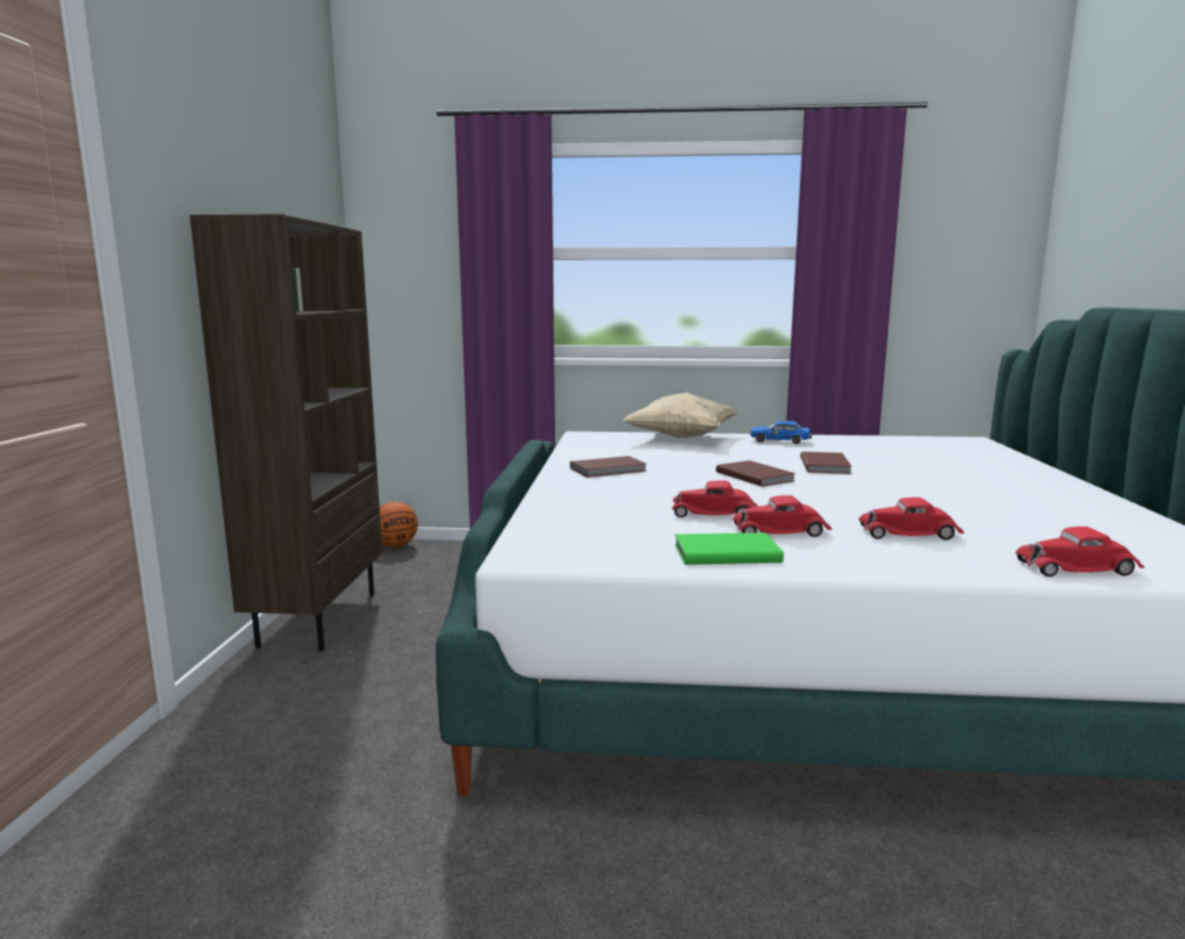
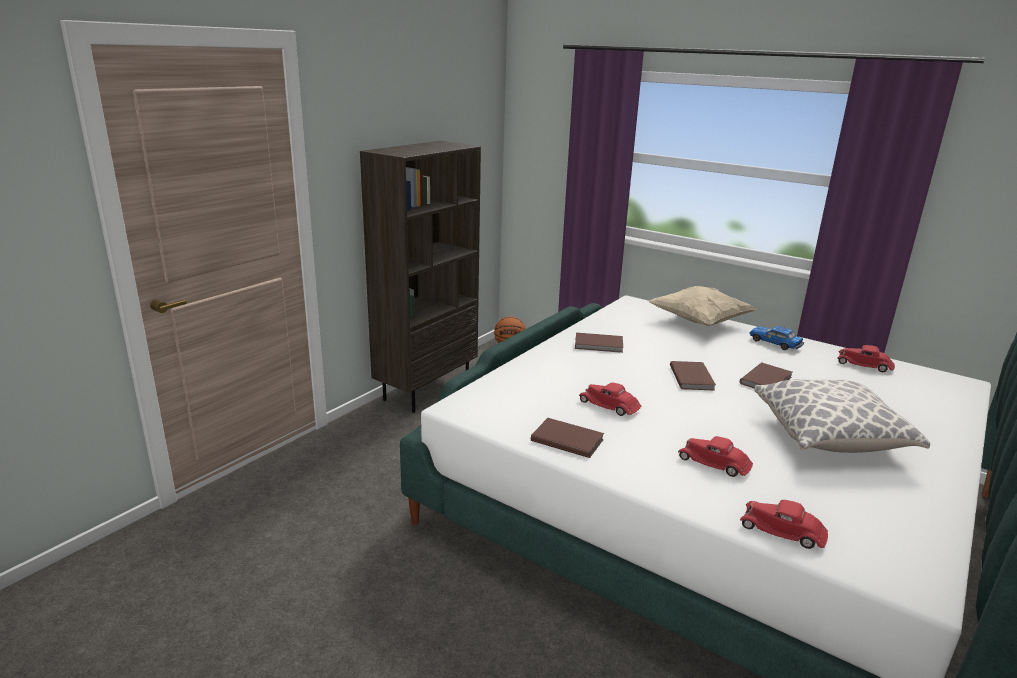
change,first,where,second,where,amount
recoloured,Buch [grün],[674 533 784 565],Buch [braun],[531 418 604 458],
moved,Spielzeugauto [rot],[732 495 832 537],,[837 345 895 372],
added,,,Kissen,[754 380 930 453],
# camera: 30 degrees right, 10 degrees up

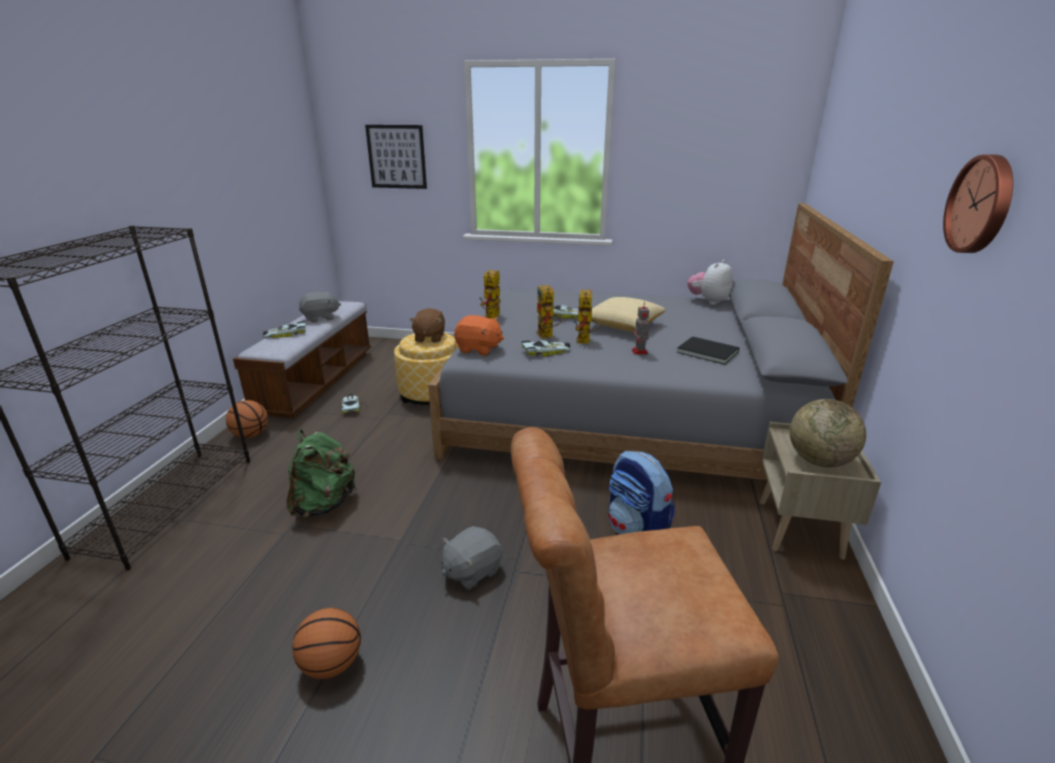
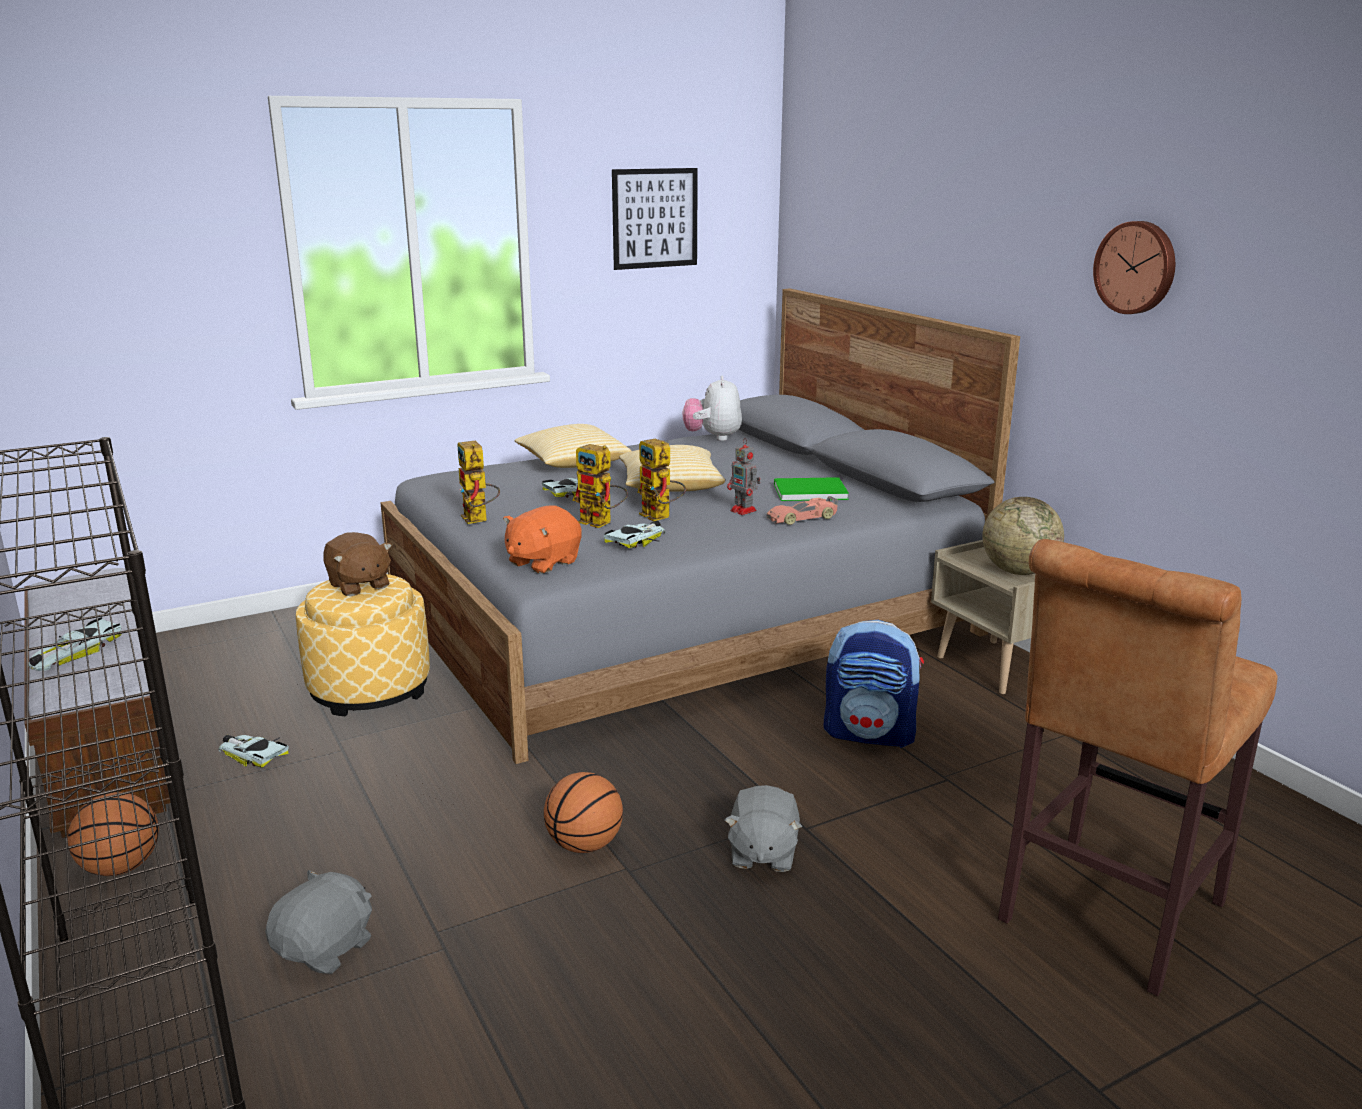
change,first,where,second,where,amount
removed,Rucksack [grün],[287 429 357 519],,,
moved,Basketball,[292 608 361 679],,[544 772 623 853],
moved,Plüschtier [grau],[299 291 341 323],,[265 870 372 974],
moved,Bild,[365 125 427 189],,[612 168 698 270],
turned,Plüschtier [orange],[454 315 504 356],,[503 505 582 574],150 degrees clockwise
recoloured,Buch [schwarz],[677 336 739 365],Buch [grün],[774 477 849 501],
added,,,Kissen,[514 424 631 468],
added,,,Spielzeugauto,[767 496 838 525],
# camera: 40 degrees left, 5 degrees down

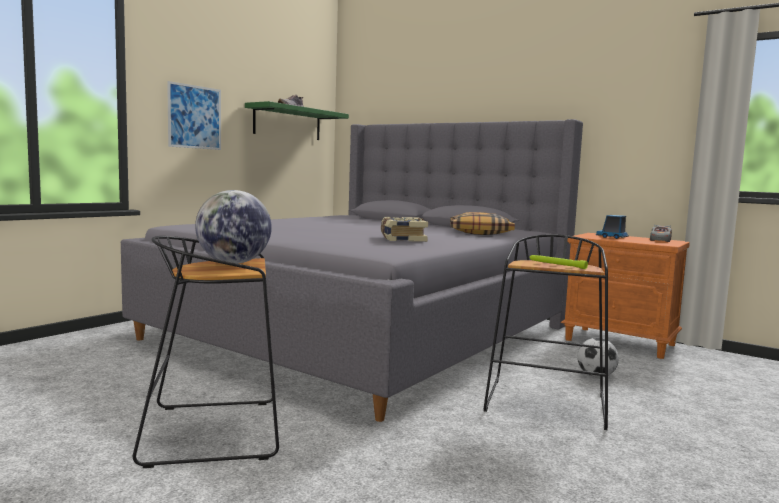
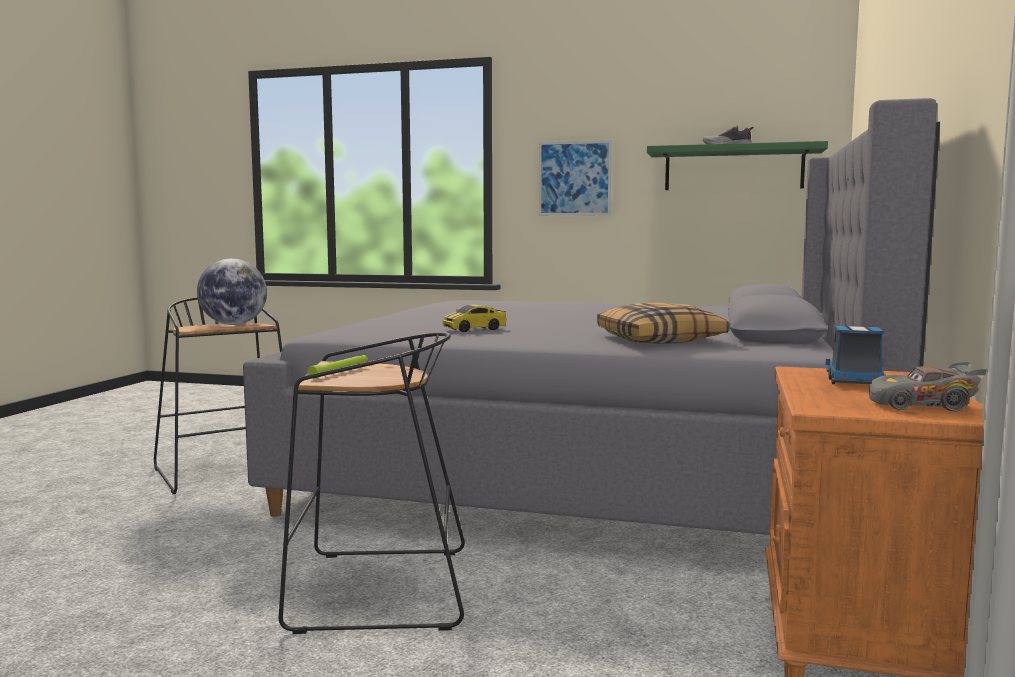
change,first,where,second,where,amount
replaced,Buch,[381 217 428 242],Spielzeugauto,[442 305 507 332],
removed,Fußball,[577 338 619 378],,,
# camera: 70 degrees right, 0 degrees up

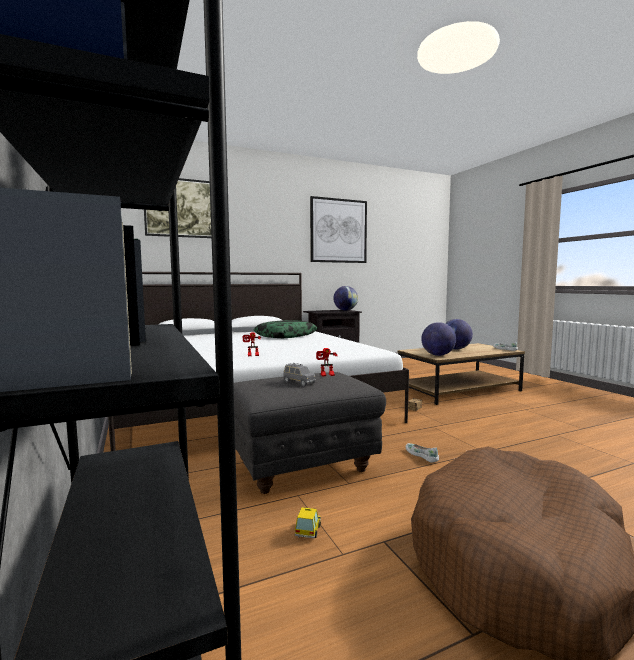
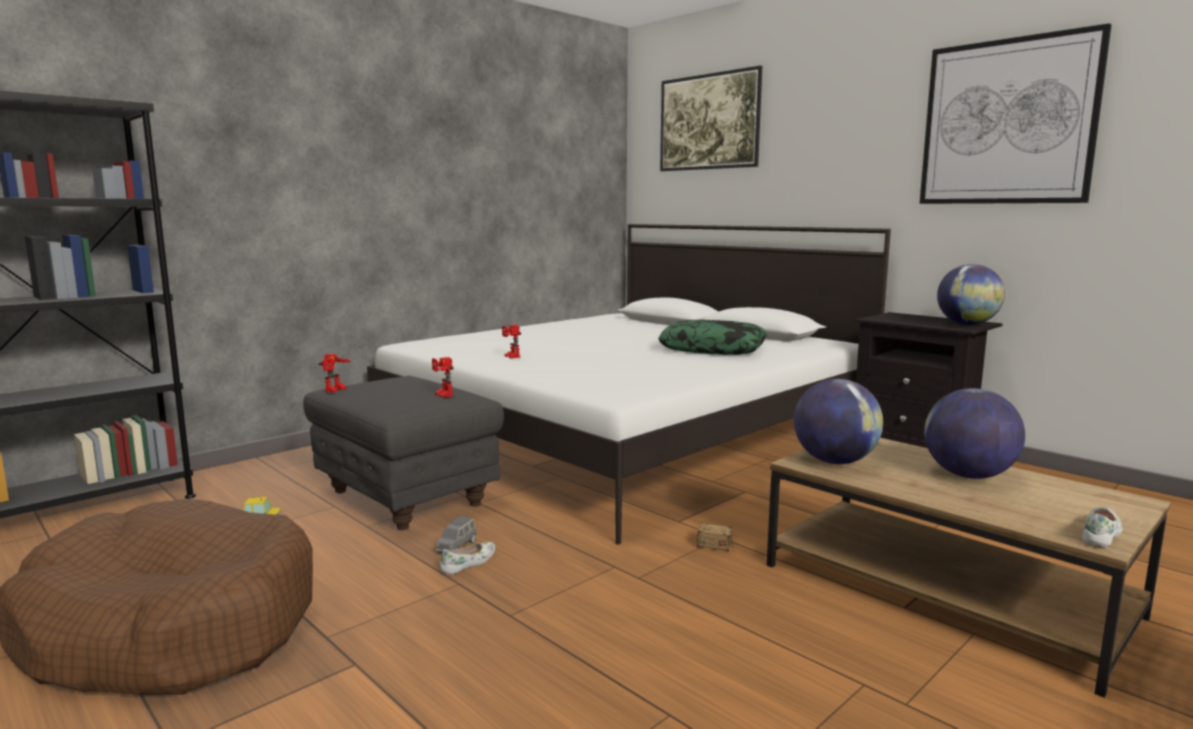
change,first,where,second,where,amount
moved,Spielzeugauto [grau],[284 363 316 386],,[436 515 477 554],
added,,,Spielzeugroboter,[319 353 351 392],
# camera: 70 degrees right, 5 degrees up

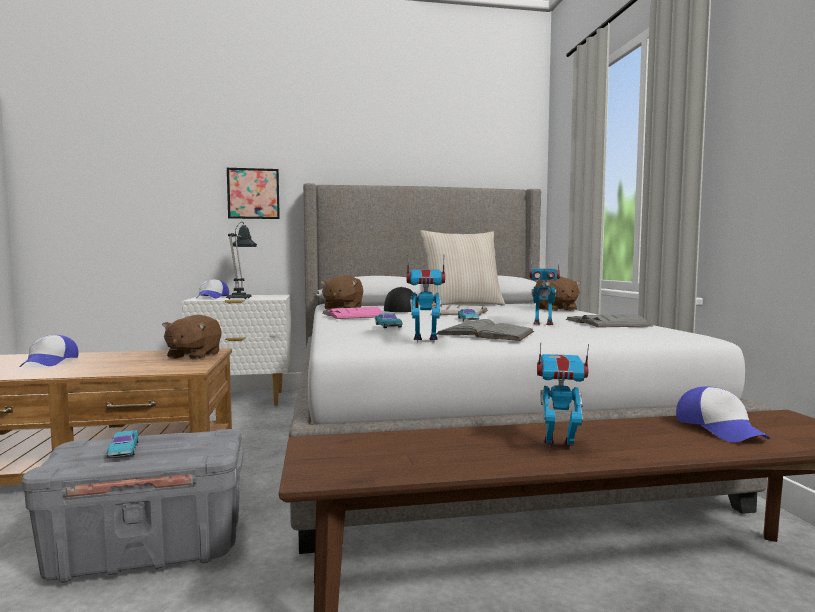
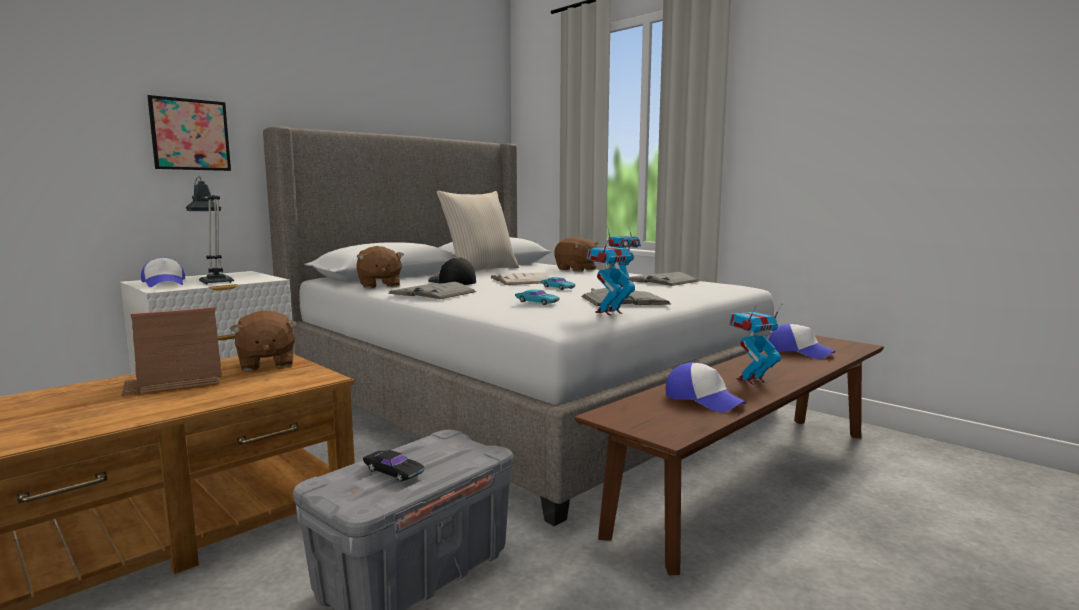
change,first,where,second,where,amount
moved,Kappe,[20 335 78 367],,[665 362 747 412],
recoloured,Spielzeugauto [türkis],[107 430 139 458],Spielzeugauto [schwarz],[363 450 425 482],
recoloured,Buch [rosa],[323 307 383 319],Buch [grau],[388 282 476 299],
added,,,Spielzeughaus,[121 307 222 396],
# camera: 35 degrees left, 5 degrees up

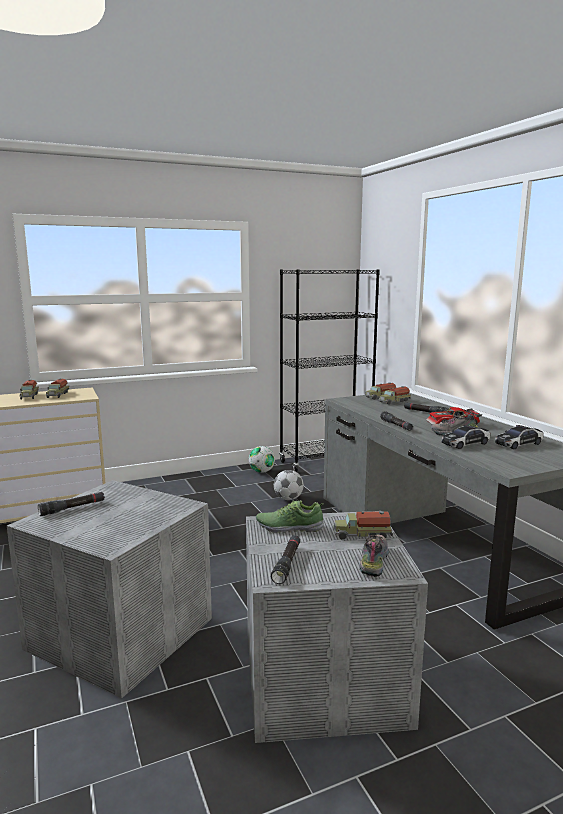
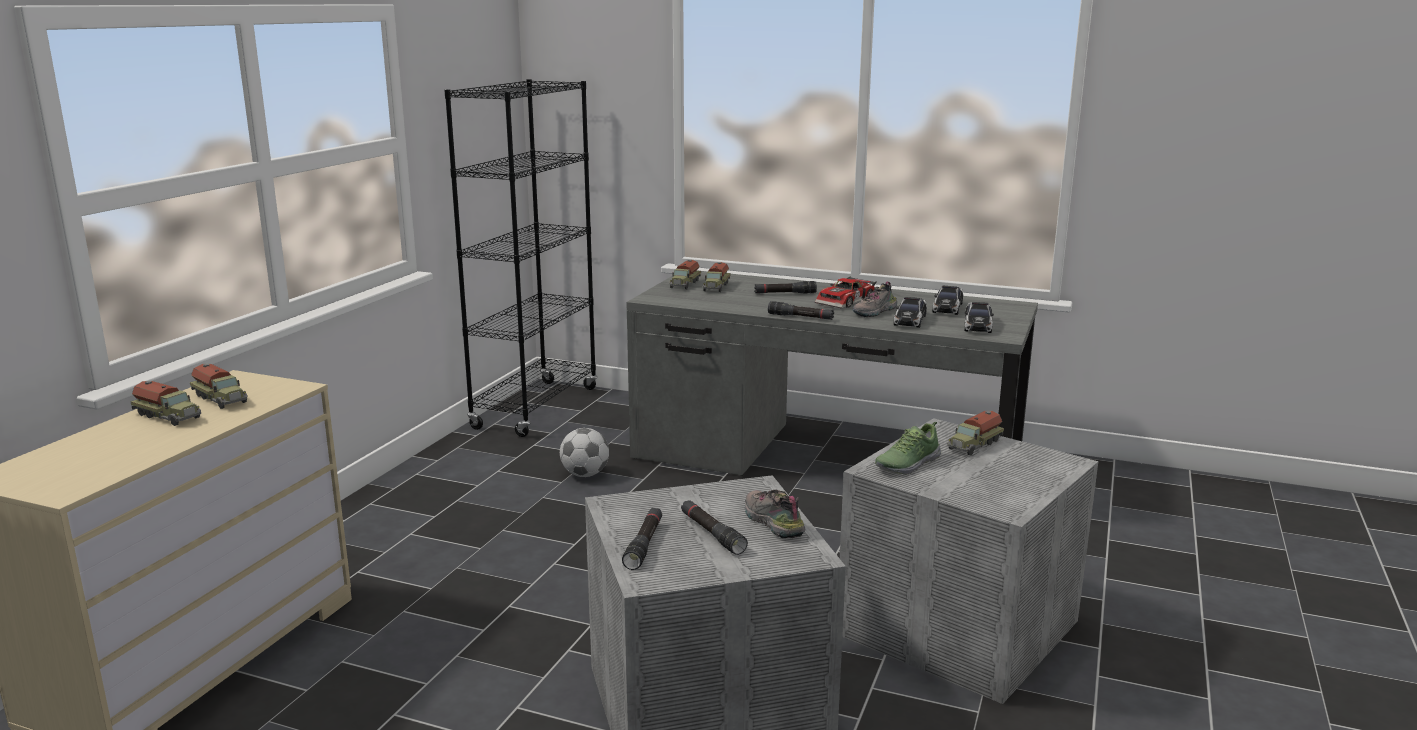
change,first,where,second,where,amount
removed,Fußball,[249 446 275 473],,,
moved,Taschenlampe [schwarz],[271 535 300 584],,[681 500 748 555],
moved,Schuh,[359 535 389 577],,[745 490 805 538],
added,,,Spielzeugauto,[964 302 994 333],
# camera: 45 degrees left, 5 degrees up

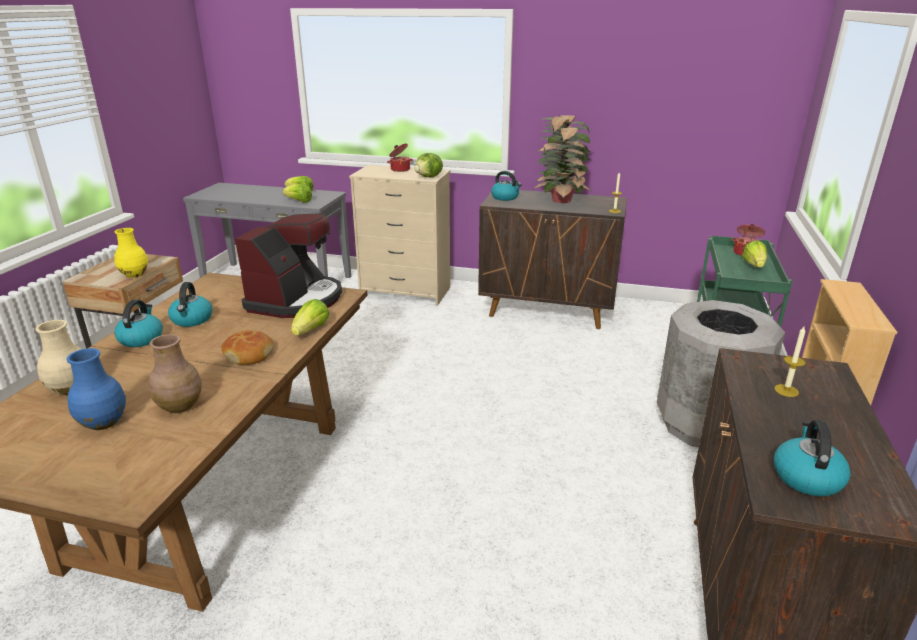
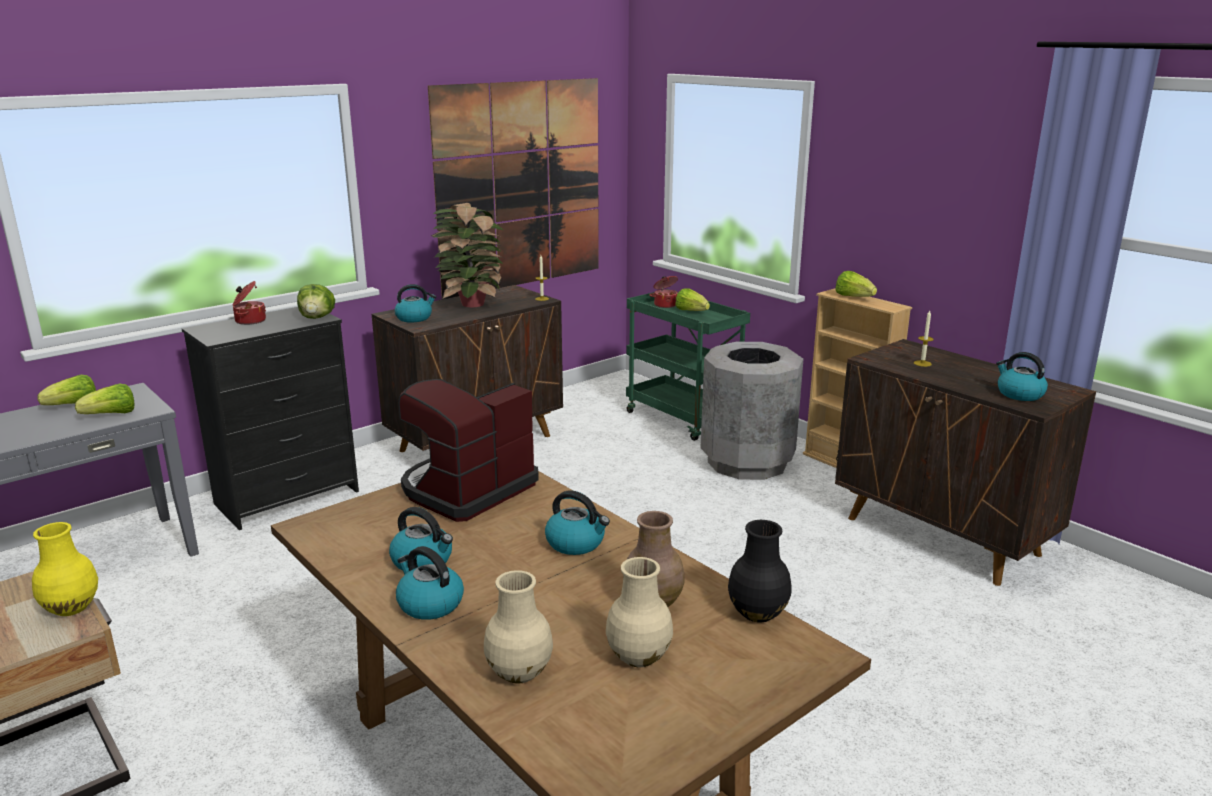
change,first,where,second,where,amount
recoloured,Vase [blau],[66 348 126 430],Vase [beige],[606 557 673 667],
replaced,Brot,[221 330 274 365],Wasserkessel,[545 490 610 555],
turned,Kaffeemaschine,[235 214 342 318],,[398 379 539 522],105 degrees counterclockwise
moved,Salatkopf,[291 299 329 336],,[835 271 877 297],
recoloured,Kommode [beige],[349 165 451 306],Kommode [schwarz],[182 307 359 530],
added,,,Bild,[428 78 599 299],
added,,,Vase [schwarz],[728 520 791 623],
# camera: 55 degrees left, 5 degrees down

